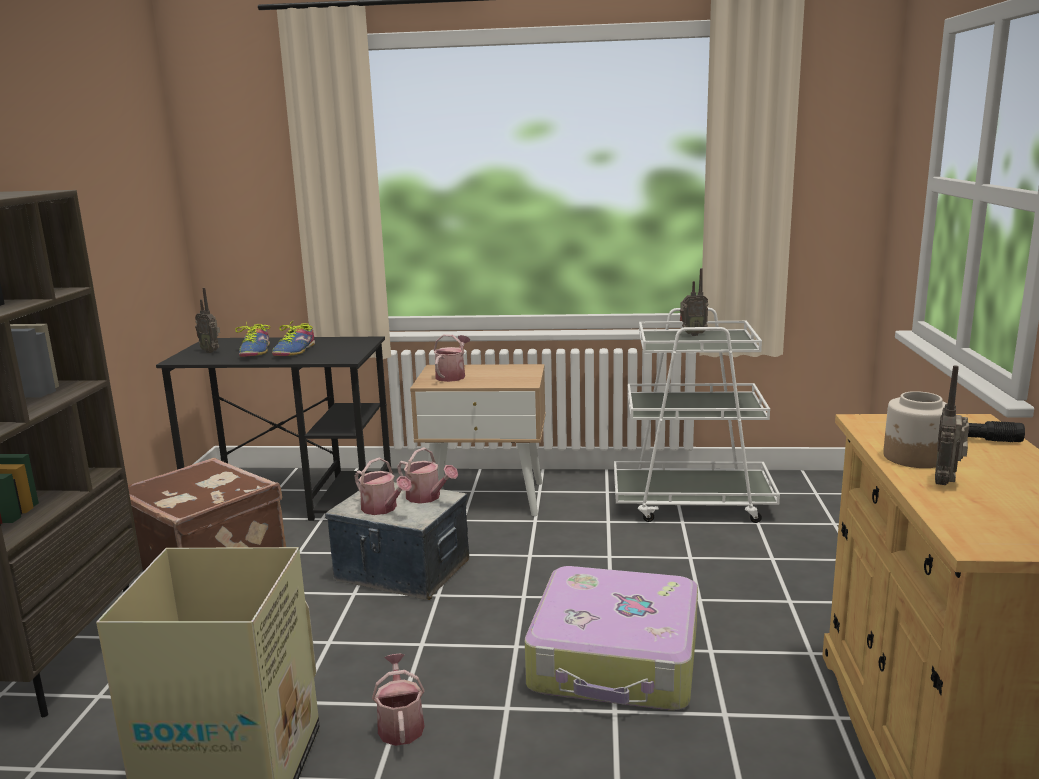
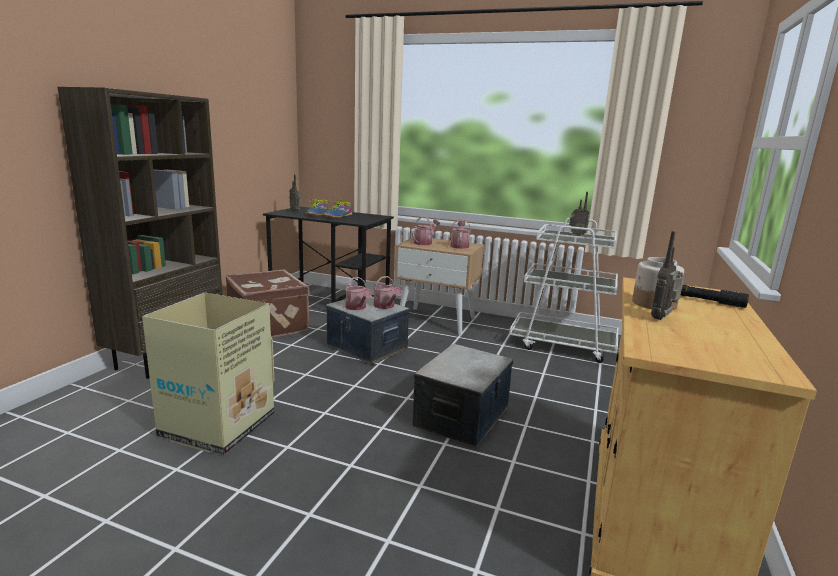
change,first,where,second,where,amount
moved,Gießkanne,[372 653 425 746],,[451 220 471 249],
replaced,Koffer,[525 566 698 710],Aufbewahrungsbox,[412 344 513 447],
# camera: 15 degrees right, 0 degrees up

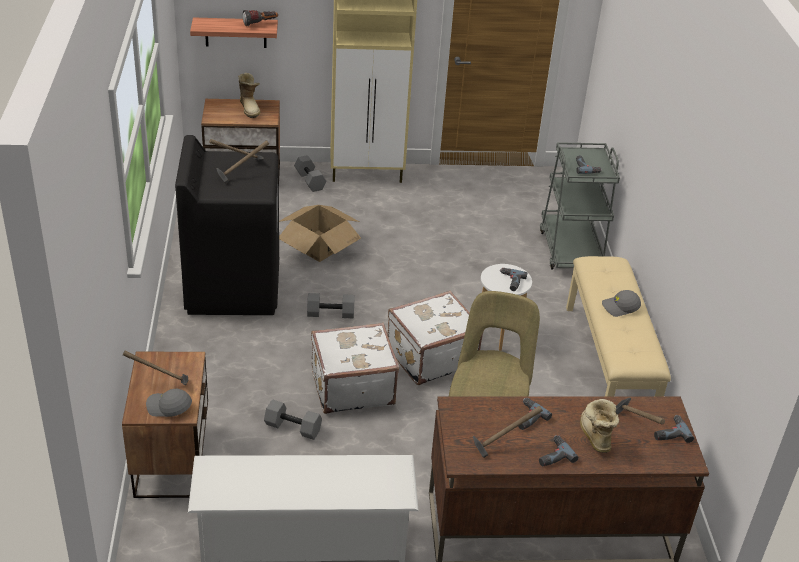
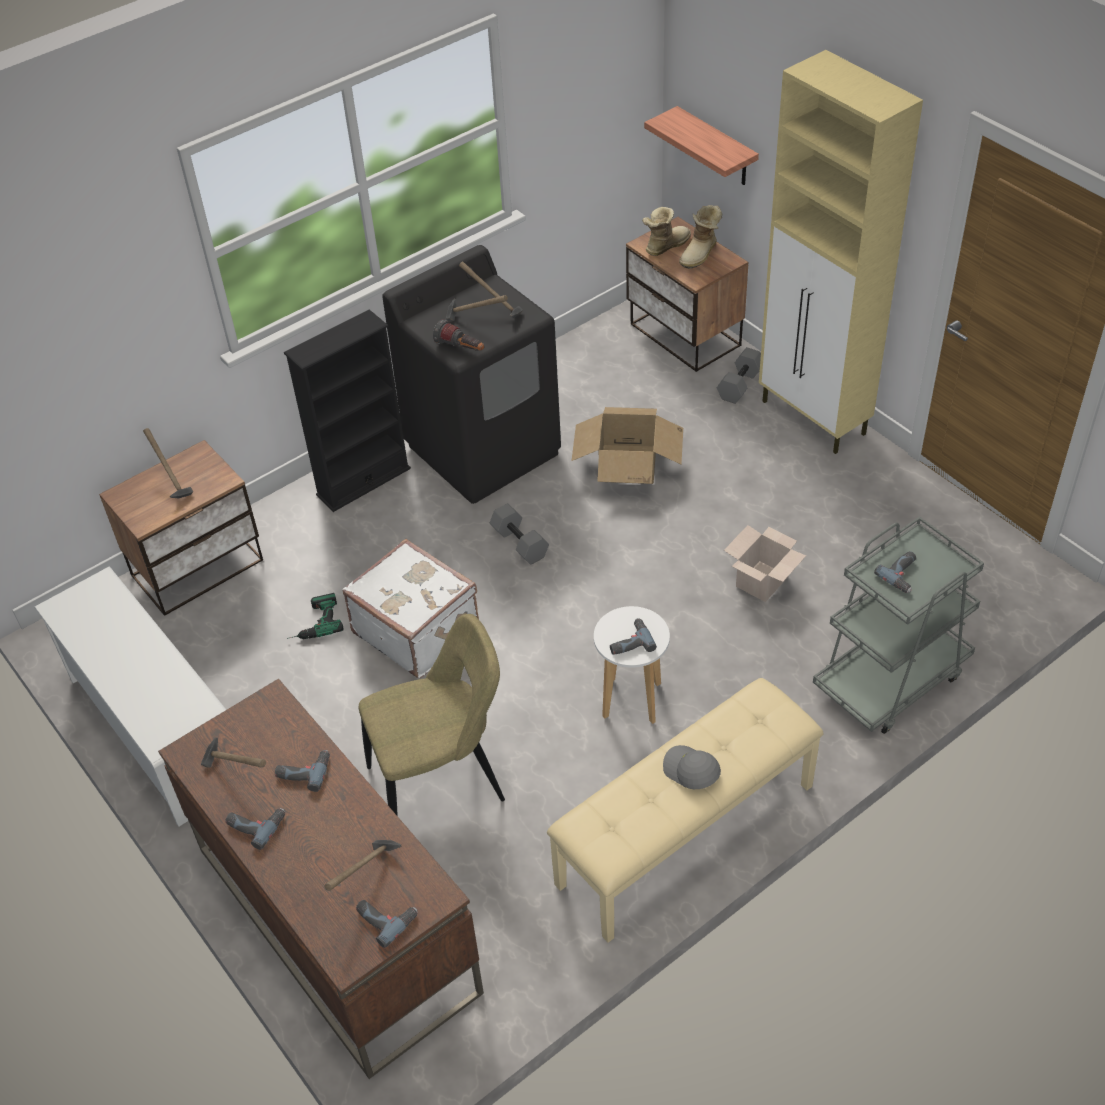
change,first,where,second,where,amount
removed,Kappe [grau],[146 389 192 417],,,
moved,Taschenlampe,[243 10 278 26],,[433 319 484 351],
replaced,Hantel [grau],[264 399 322 440],Bohrmaschine,[287 593 343 639],
removed,Koffer [weiß],[387 291 484 385],,,
moved,Stiefel,[580 399 619 453],,[642 207 691 256],
added,,,Bücherregal [schwarz],[284 309 411 512],
added,,,Karton,[724 525 806 602],
# camera: 60 degrees right, 10 degrees up

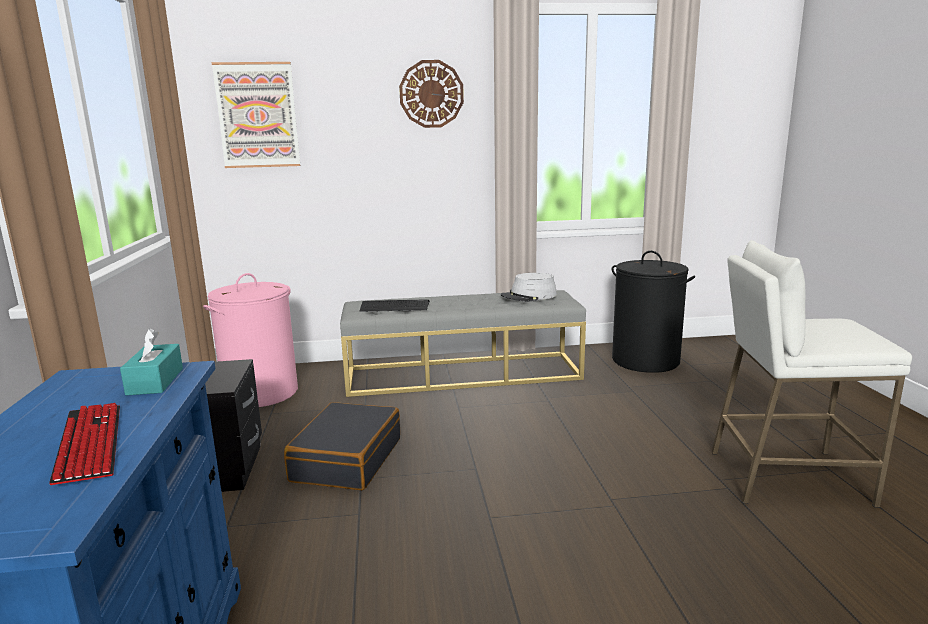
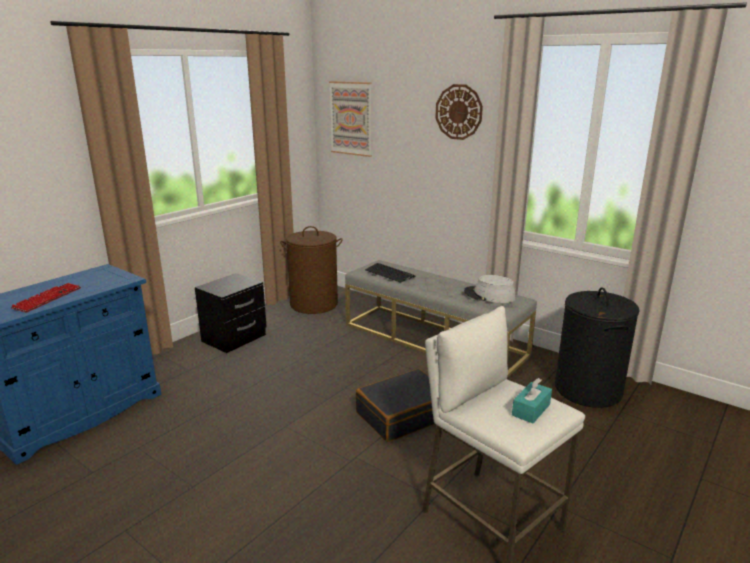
change,first,where,second,where,amount
moved,Taschentuchbox [türkis],[120 328 183 395],,[512 378 552 424],
recoloured,Wäschekorb [rosa],[203 273 298 407],Wäschekorb [braun],[280 226 343 314],
moved,Koffer [schwarz],[284 402 400 490],,[356 369 435 442],
# camera: 45 degrees right, 5 degrees up

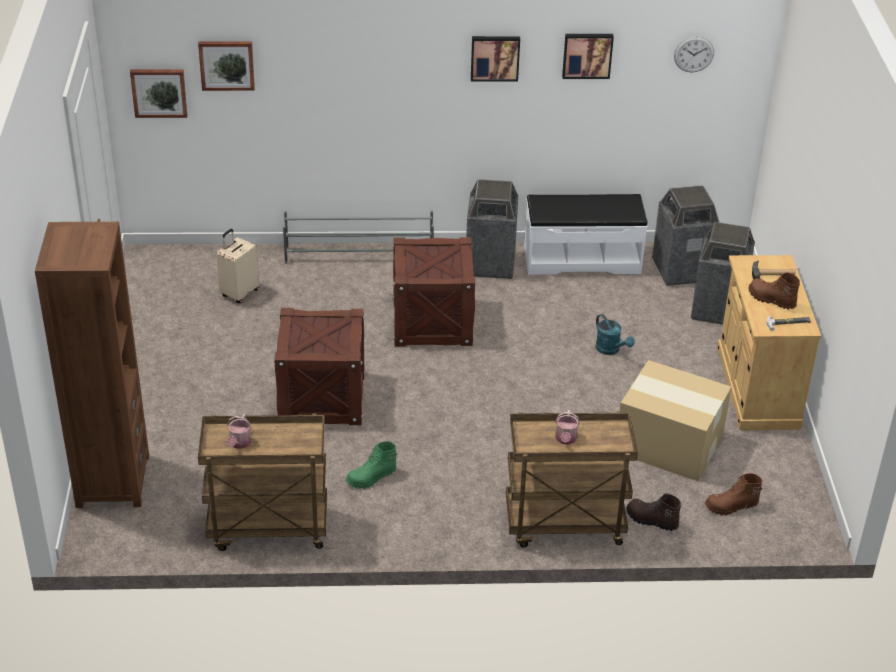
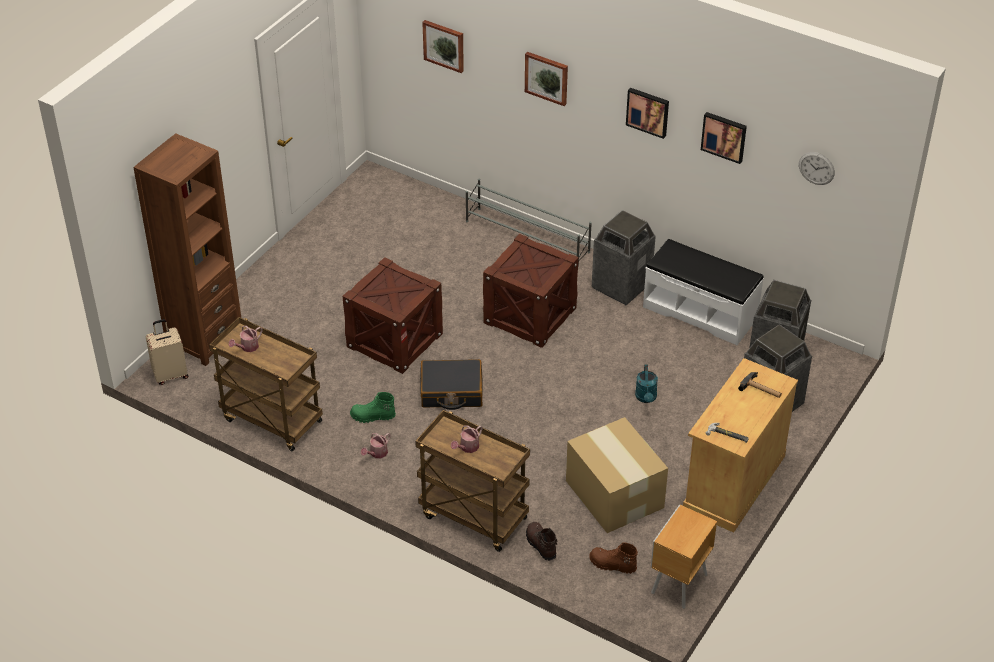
change,first,where,second,where,amount
moved,Bild,[130 70 187 118],,[525 52 568 106],
moved,Koffer [beige],[216 229 260 303],,[145 319 188 385],
removed,Stiefel [braun],[749 272 800 310],,,
added,,,Gießkanne,[361 433 391 459],
added,,,Koffer [schwarz],[420 359 483 410],
added,,,Nachttisch [braun],[651 504 717 609],
# camera: 35 degrees right, 5 degrees up

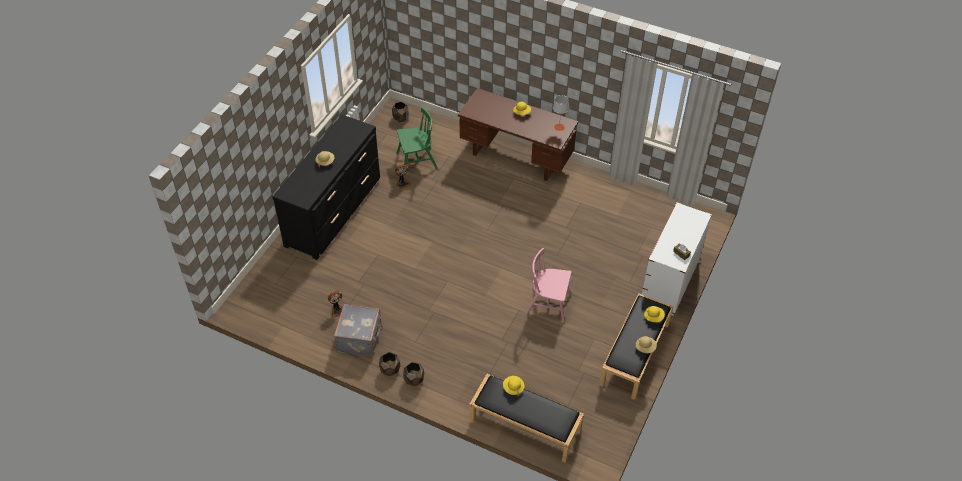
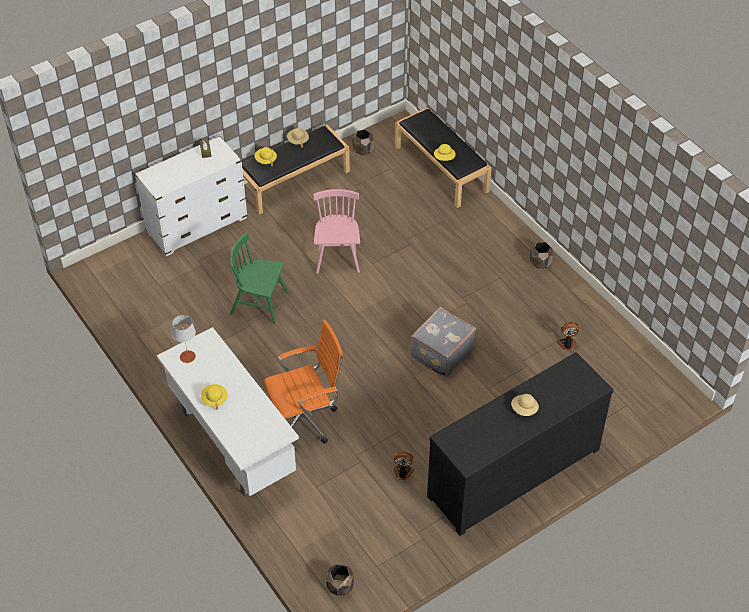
change,first,where,second,where,amount
moved,Koffer [grau],[334 304 383 356],,[411 307 476 378],
moved,Stuhl [grün],[396 107 438 176],,[230 233 289 325],
moved,Pflanzkübel [braun],[403 362 424 386],,[352 129 374 155],
recoloured,Schreibtisch [braun],[458 88 578 181],Schreibtisch [weiß],[157 327 299 496],
turned,Stuhl [rosa],[525 248 571 322],,[313 189 360 274],135 degrees counterclockwise
added,,,Bürostuhl [orange],[264 320 343 444],
# camera: 150 degrees left, 0 degrees up

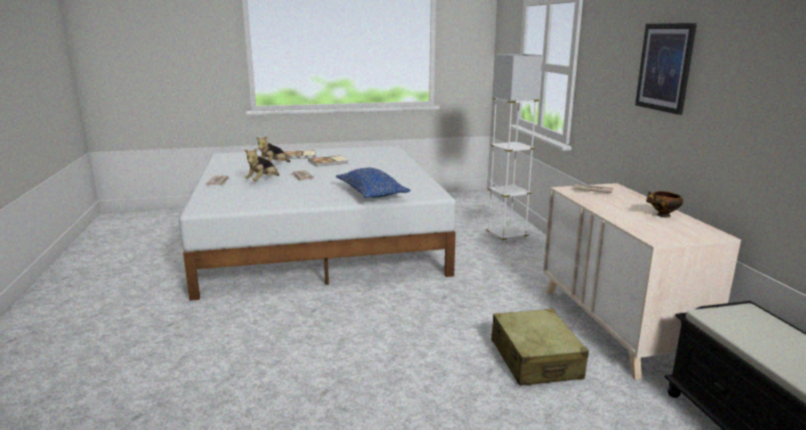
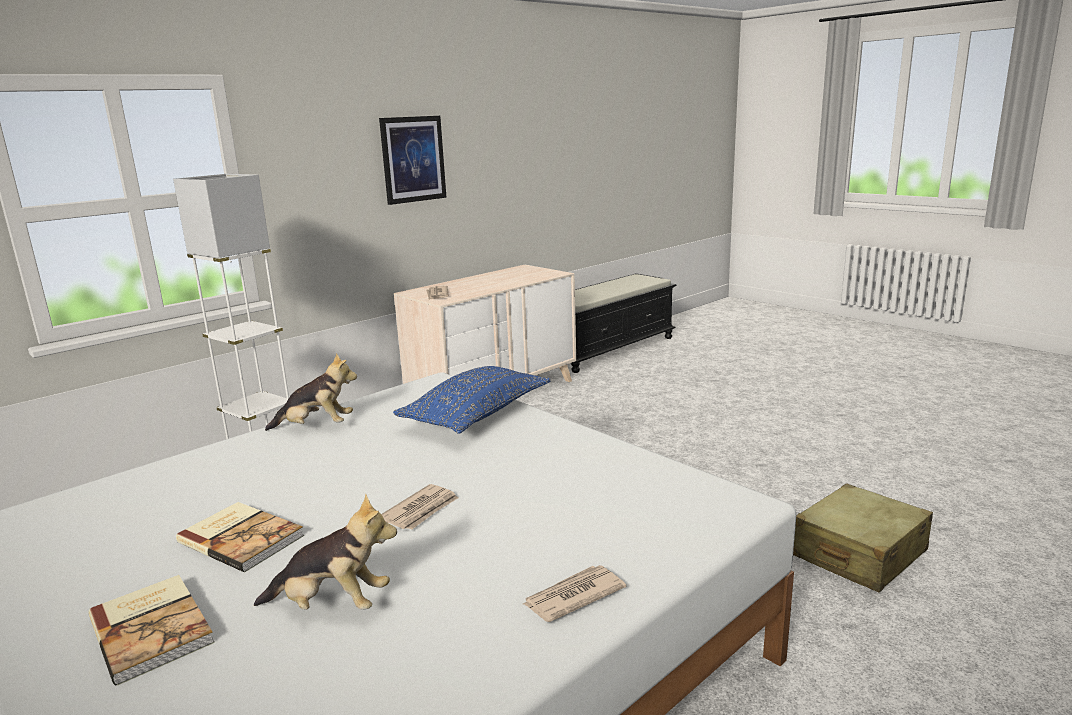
change,first,where,second,where,amount
moved,Plüschtier,[245 148 279 181],,[265 353 357 431],
moved,Koffer [beige],[491 309 589 386],,[793 484 933 592],
removed,Schüssel,[646 191 683 217],,,
# camera: 120 degrees left, 0 degrees up

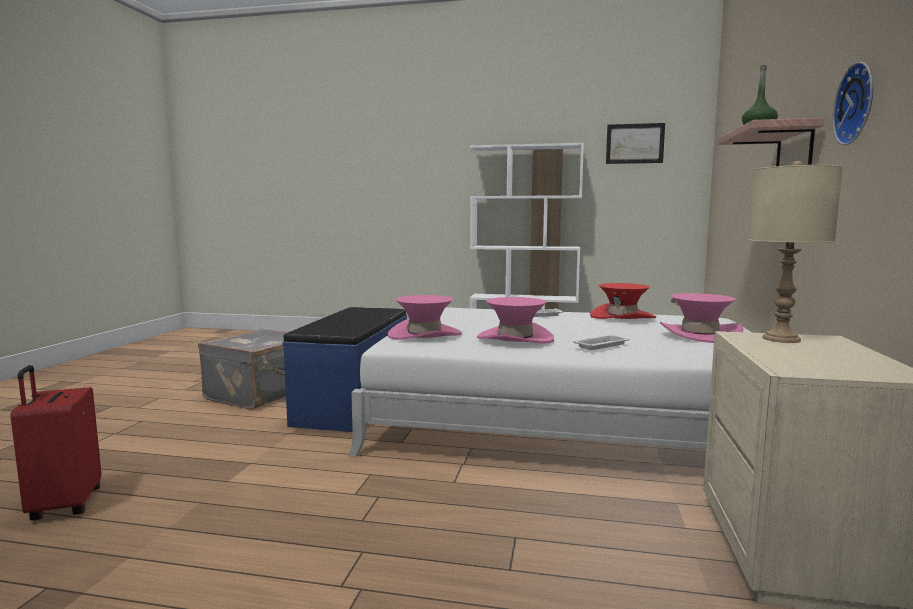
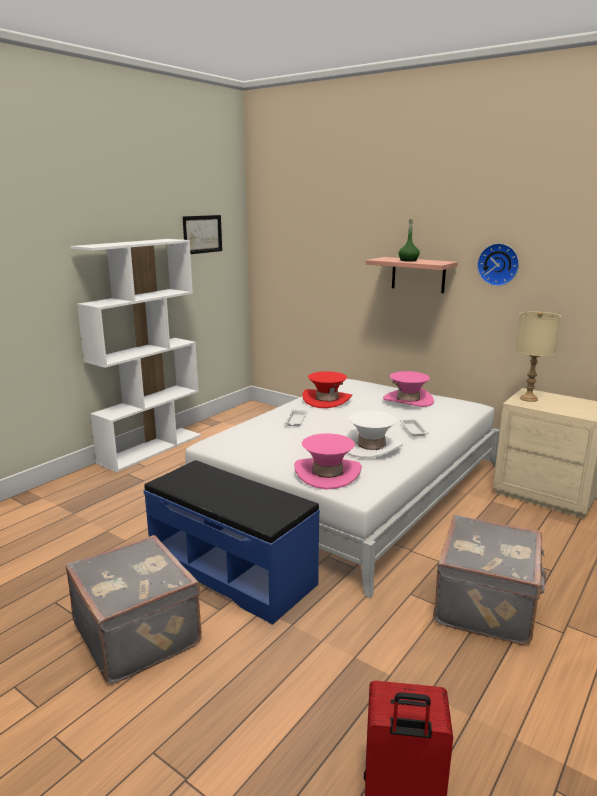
change,first,where,second,where,amount
recoloured,Hut [rosa],[477 297 554 344],Hut [weiß],[343 411 402 458],
added,,,Koffer [grau],[433 515 546 645],
# camera: 65 degrees left, 10 degrees up

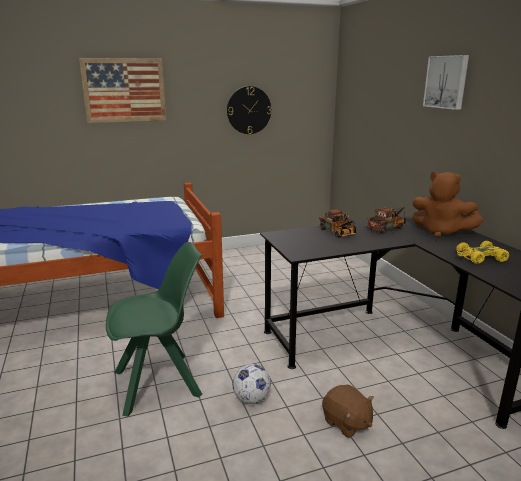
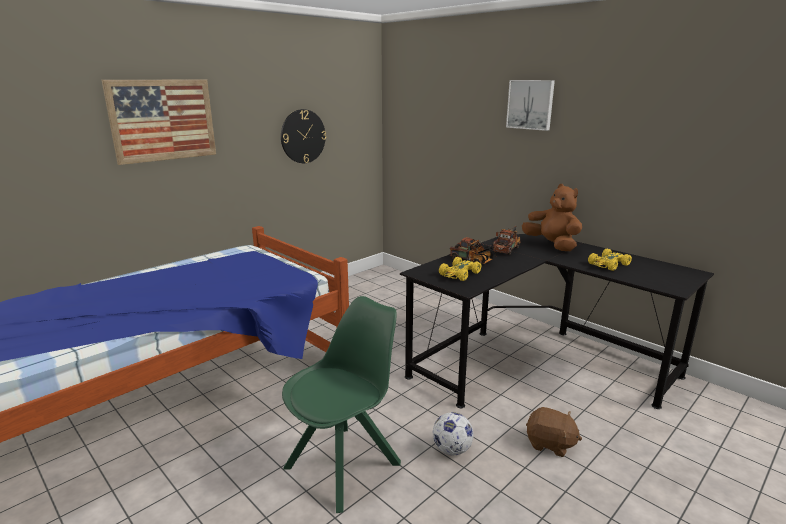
change,first,where,second,where,amount
turned,Plüschtier [braun],[412 172 483 237],,[522 184 582 251],135 degrees counterclockwise
added,,,Spielzeugauto [gelb],[439 257 482 281],
# camera: 25 degrees left, 0 degrees up

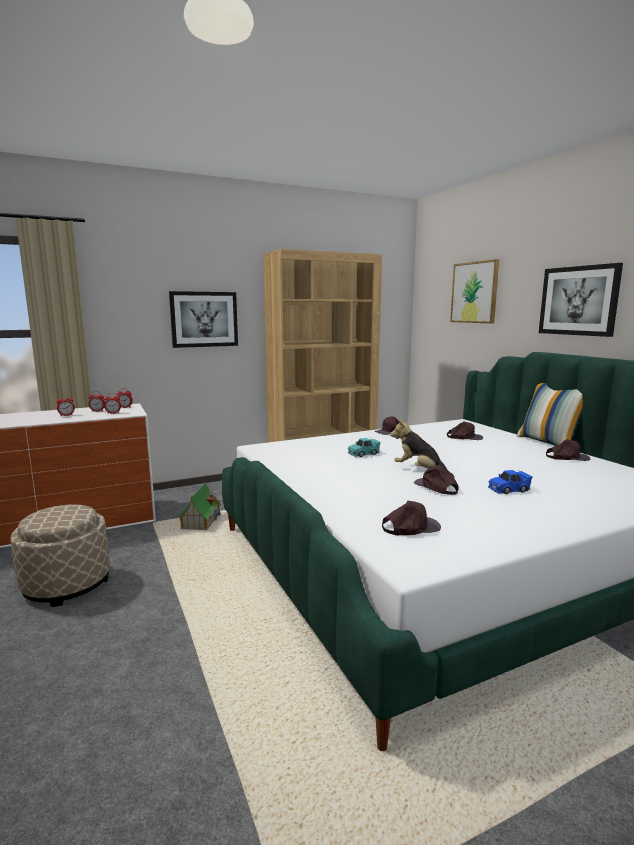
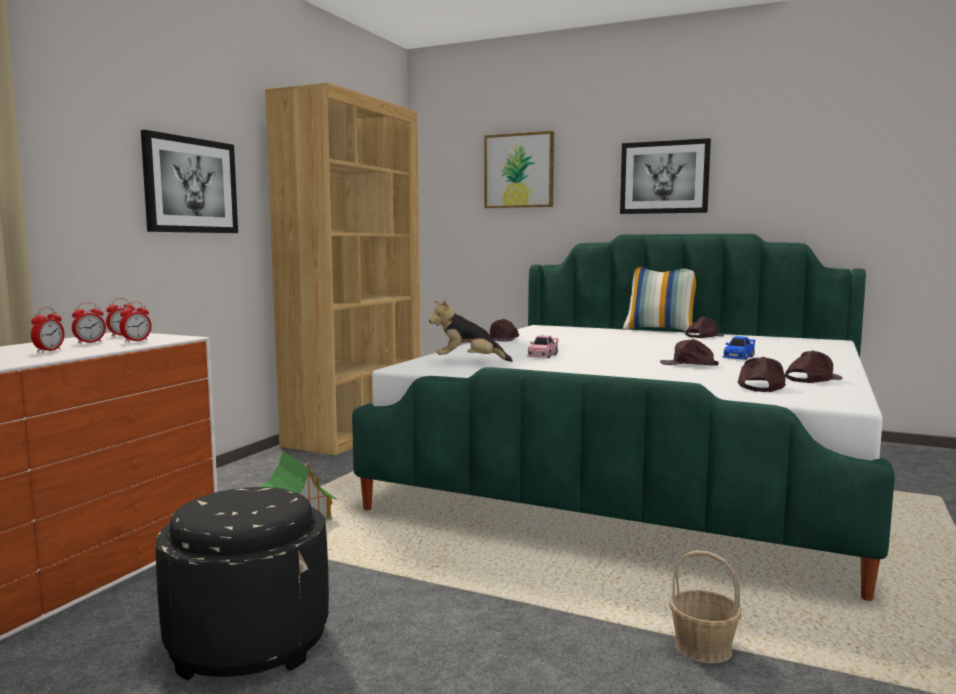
change,first,where,second,where,amount
recoloured,Polsterhocker [beige],[10 504 110 607],Polsterhocker [schwarz],[156 487 329 680],
recoloured,Spielzeugauto [türkis],[348 437 381 457],Spielzeugauto [rosa],[527 335 559 358],
moved,Plüschtier,[390 419 454 477],,[429 300 513 362],
moved,Kappe [braun],[447 422 483 440],,[785 350 843 383],
added,,,Korb,[669 550 741 663],
# camera: 40 degrees left, 5 degrees down

